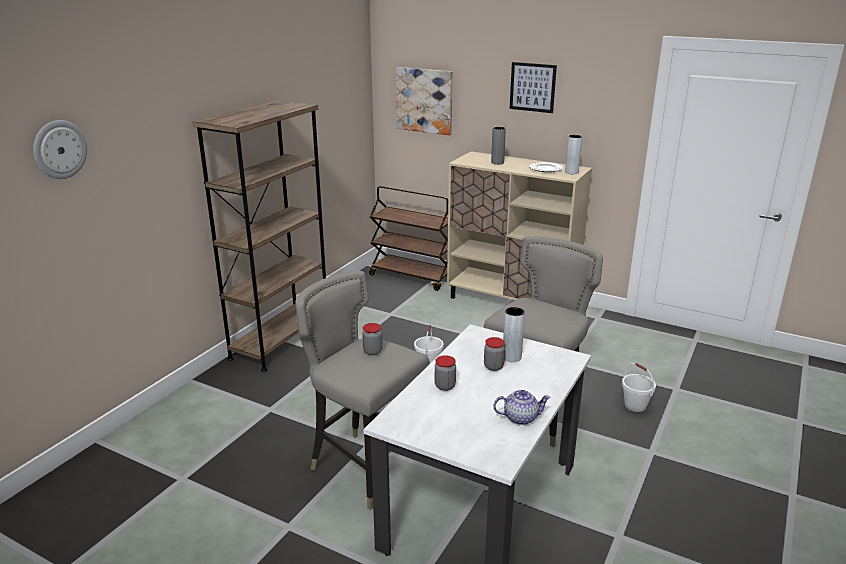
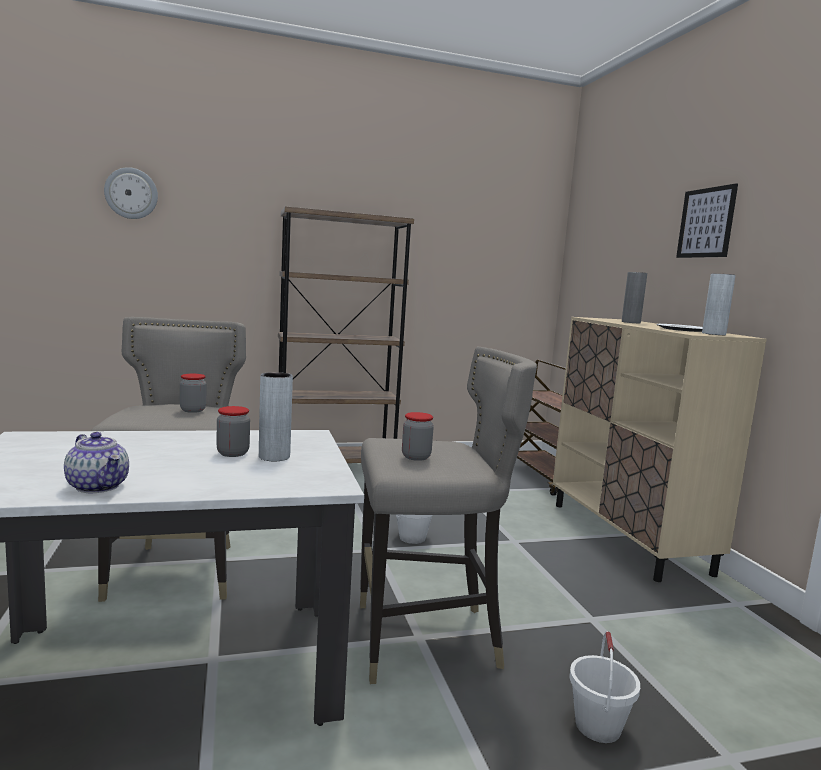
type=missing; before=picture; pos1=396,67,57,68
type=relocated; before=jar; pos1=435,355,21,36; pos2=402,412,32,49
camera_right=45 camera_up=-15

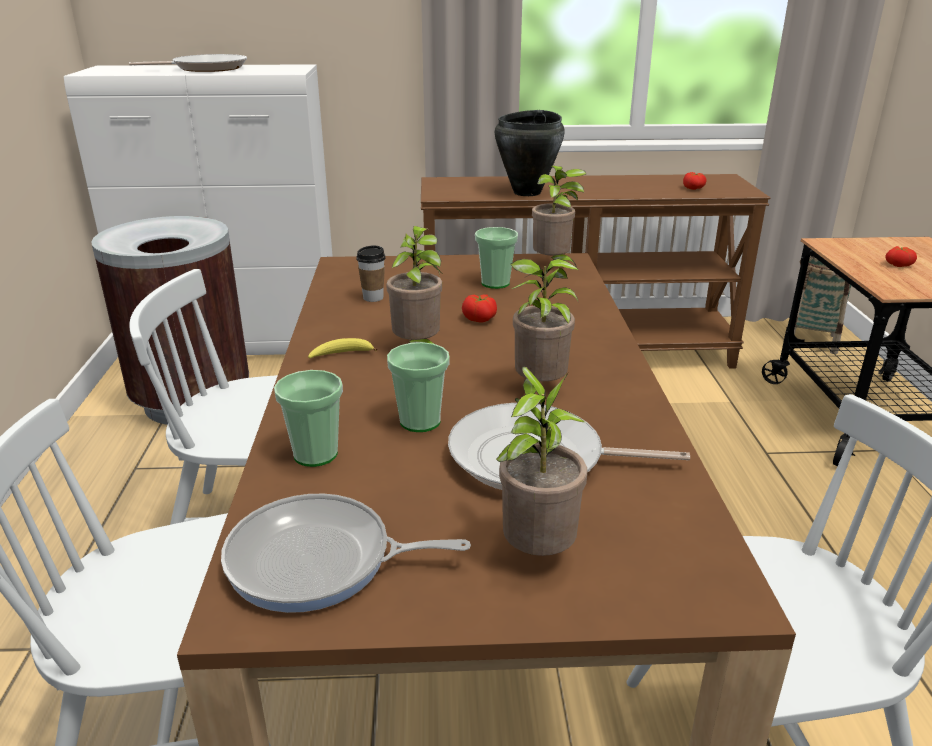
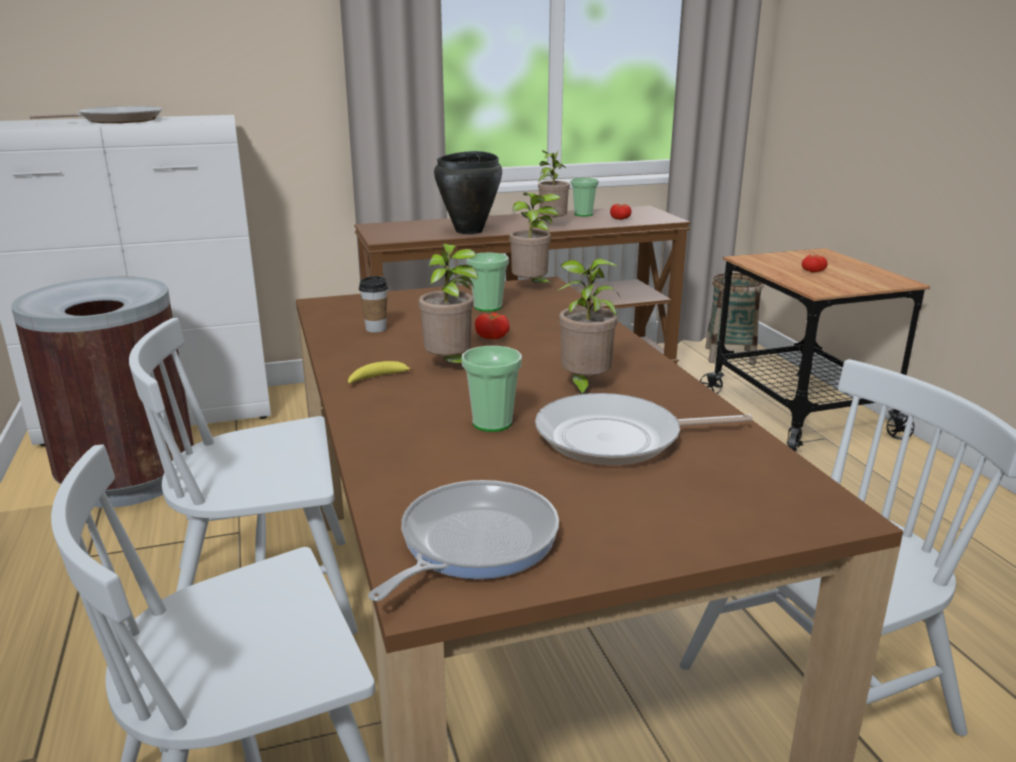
type=spun; before=frying pan; pos1=221,494,250,119; pos2=368,480,191,121; turn=135
type=relocated; before=cup; pos1=274,370,69,97; pos2=571,178,28,38
type=relocated; before=potted plant; pos1=496,367,91,189; pos2=538,150,32,71
camera_right=-15 camera_up=-5

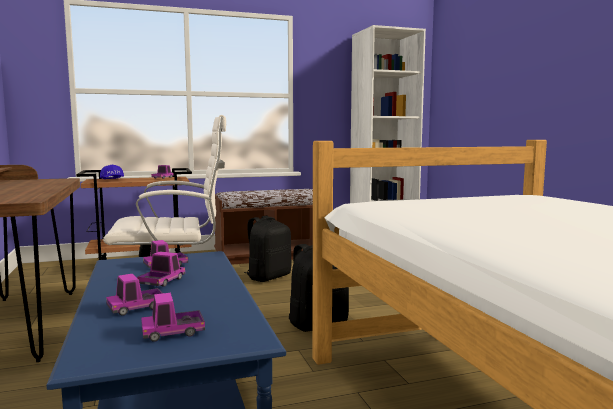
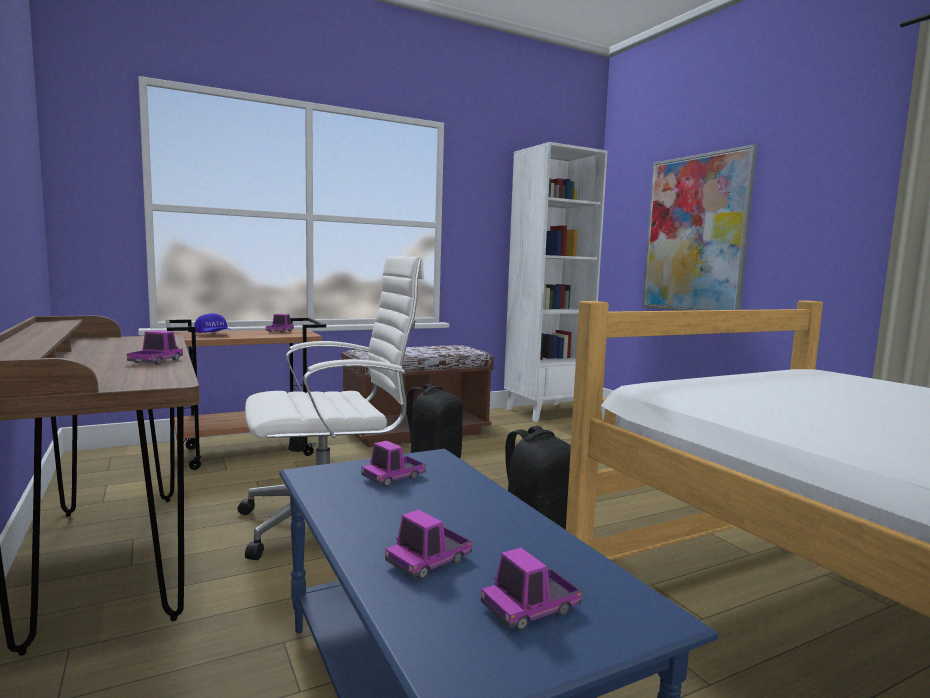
type=relocated; before=toy truck; pos1=137,251,48,36; pos2=127,330,56,34
type=appeared; after=picture; pos2=642,144,115,167
camera_right=-10 camera_up=0

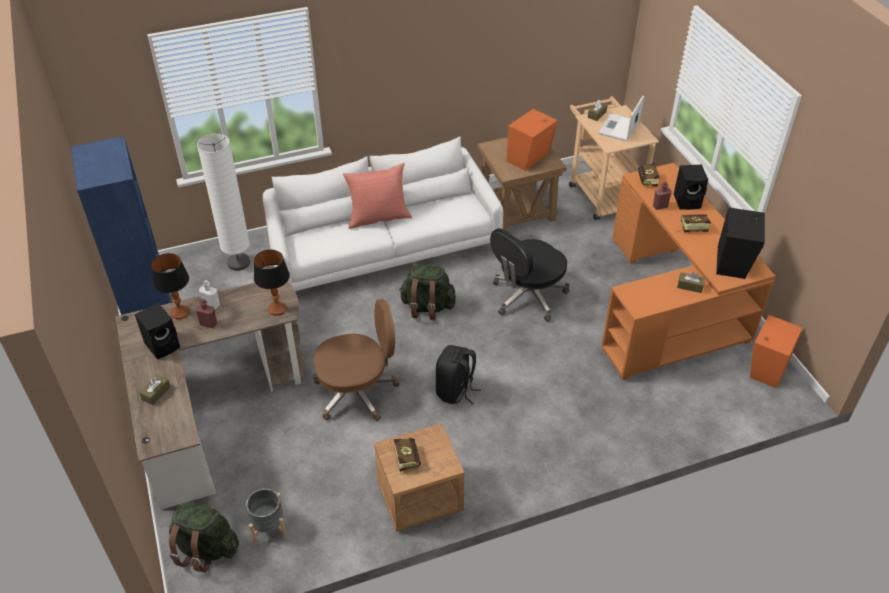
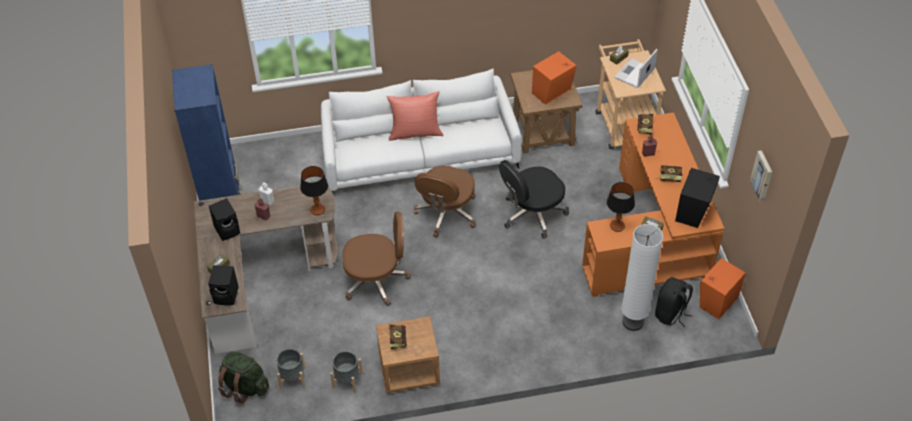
type=relocated; before=table lamp; pos1=151,253,39,66; pos2=607,182,28,50
type=relocated; before=floor lamp in white; pos1=197,134,53,137; pos2=621,224,42,107
type=exchanged; before=backpack in green; after=office chair in brown; pos1=399,264,57,56; pos2=414,166,62,72
type=relocated; before=backpack in black; pos1=436,345,45,59; pos2=655,277,38,50
type=relocated; before=speaker in black; pos1=674,164,34,46; pos2=208,265,31,40
type=appeared; after=planter in grey; pos2=330,351,33,42
type=appeared; after=picture; pos2=750,150,22,52
camera_right=10 camera_up=5

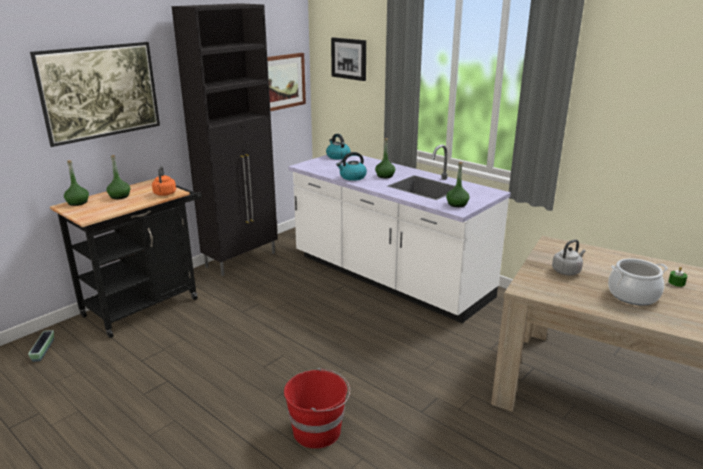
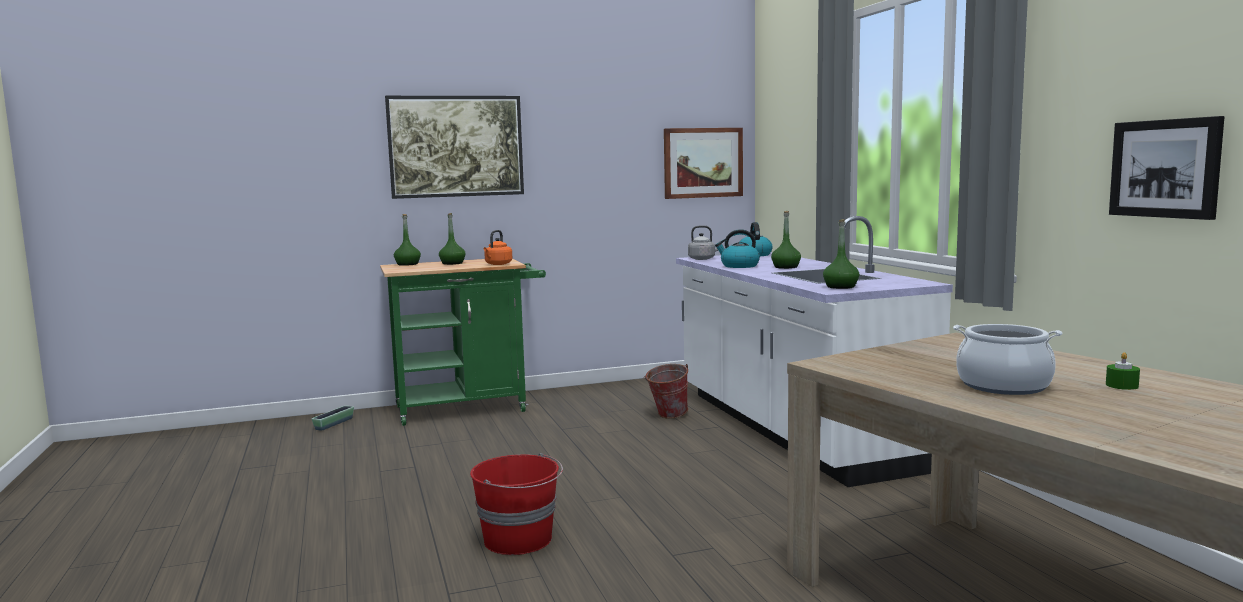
type=colour; before=cart in black; after=cart in green; pos1=50,179,152,159; pos2=380,259,166,167
type=missing; before=cabinet in black; pos1=172,3,106,273
type=relocated; before=picture; pos1=331,37,35,44; pos2=1109,116,116,104
type=relocated; before=kettle in grey; pos1=552,239,33,36; pos2=688,225,34,35
type=appeared; after=bucket; pos2=644,364,44,55
camera_right=30 camera_up=-15

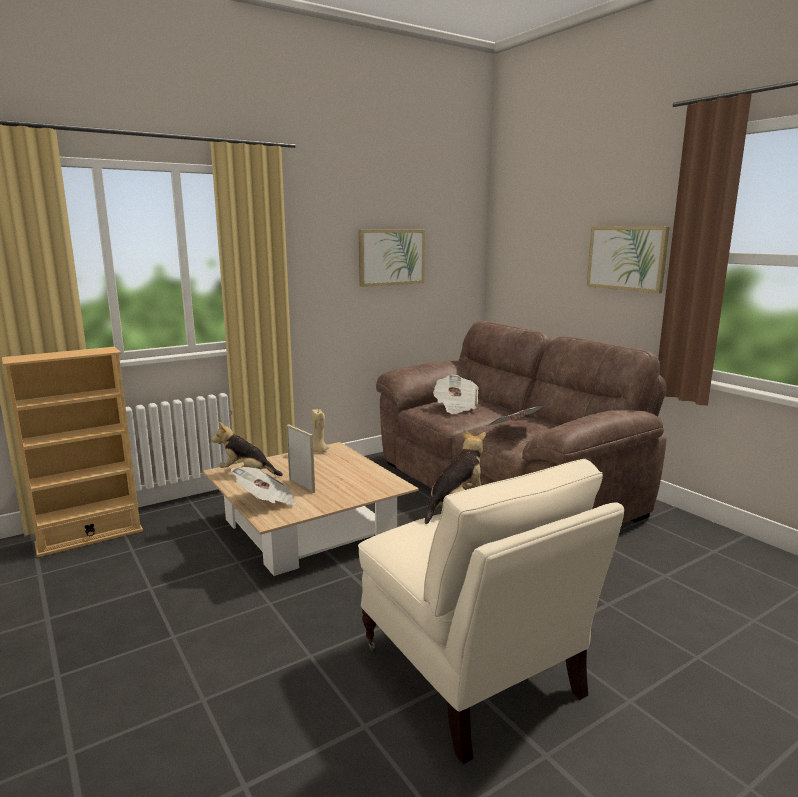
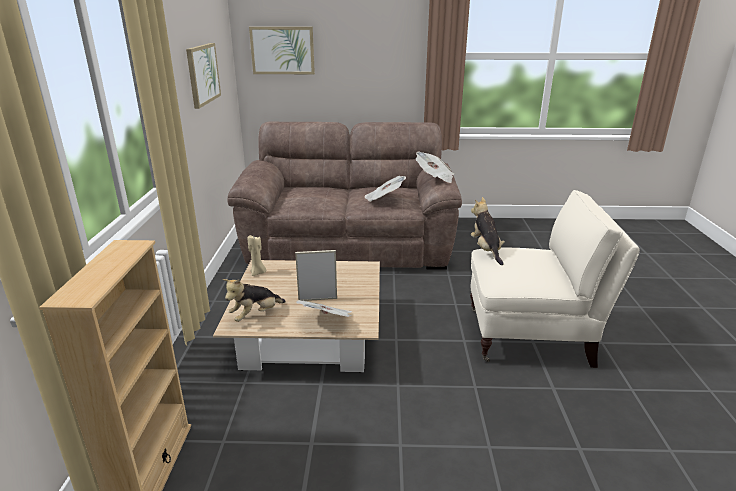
type=relocated; before=newspaper; pos1=433,375,46,39; pos2=416,152,38,31
type=relocated; before=picture; pos1=587,226,83,67; pos2=249,27,66,47
camera_right=-55 camera_up=10

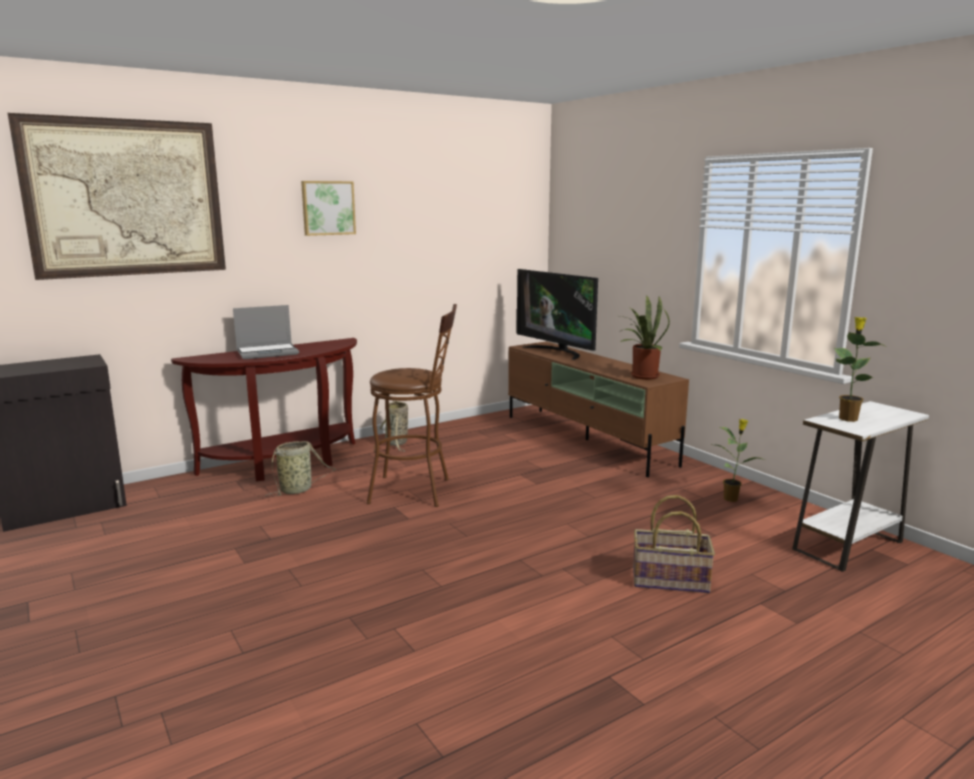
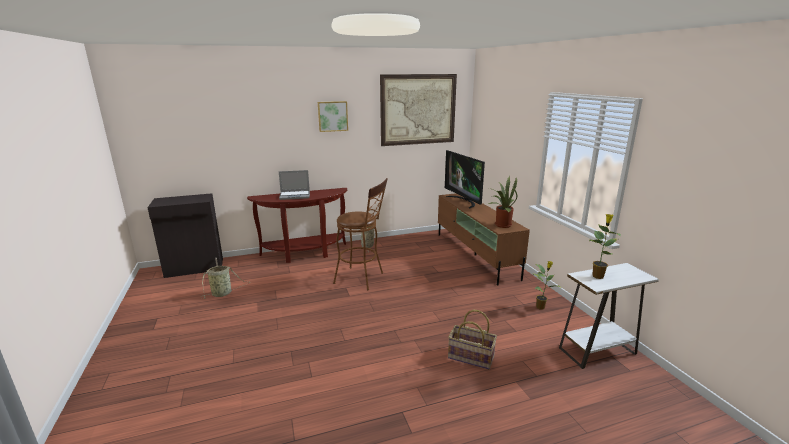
type=relocated; before=picture; pos1=8,113,218,167; pos2=380,74,77,72
type=relocated; before=basket; pos1=265,441,71,56; pos2=200,266,50,33
camera_right=15 camera_up=5

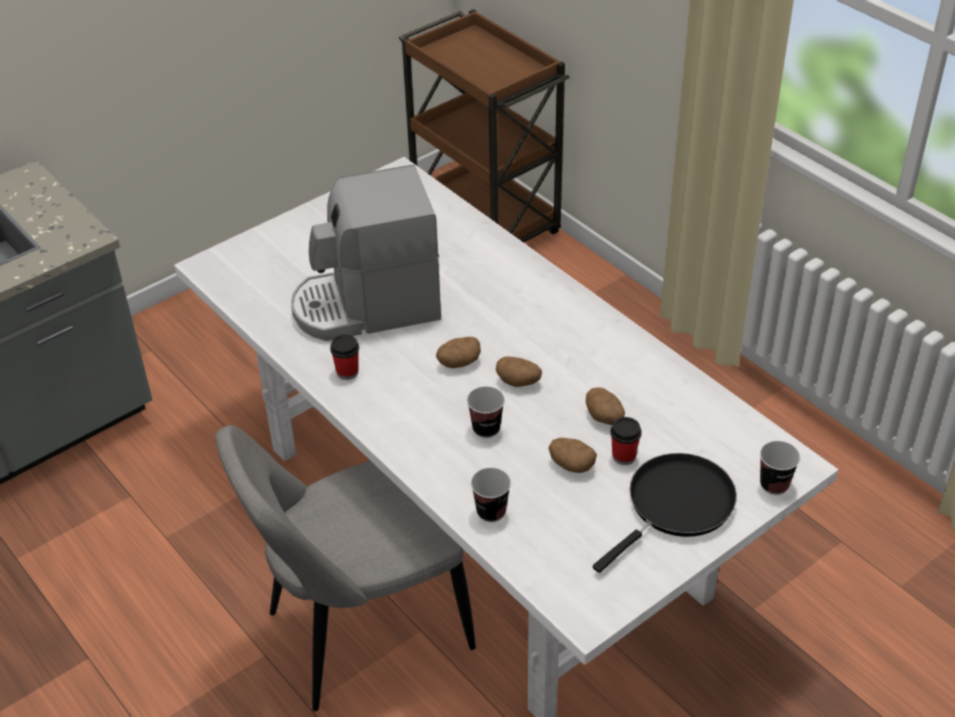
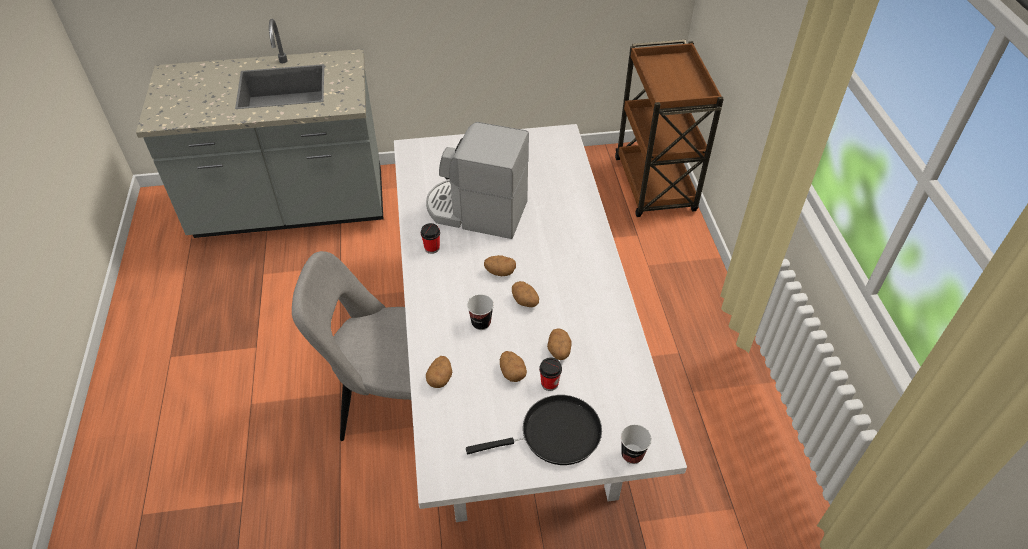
type=exchanged; before=cup; after=potato; pos1=471,468,40,54; pos2=426,356,26,32
camera_right=30 camera_up=5

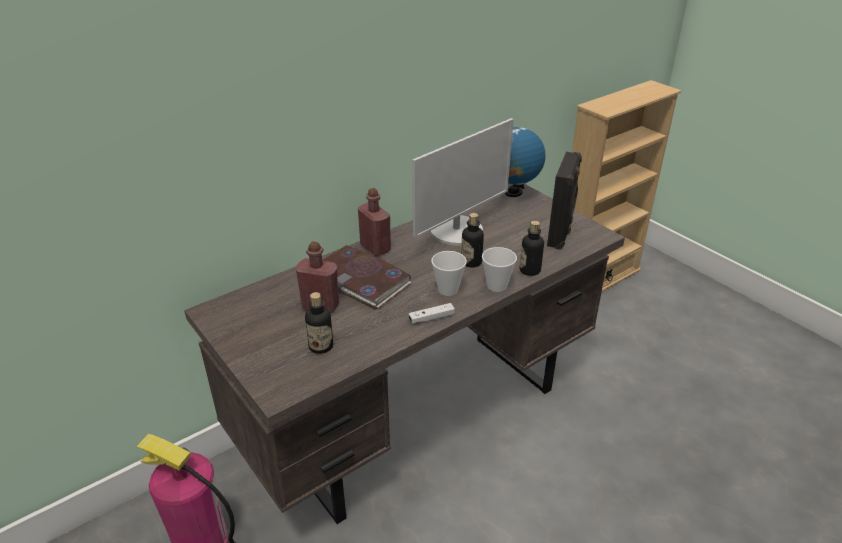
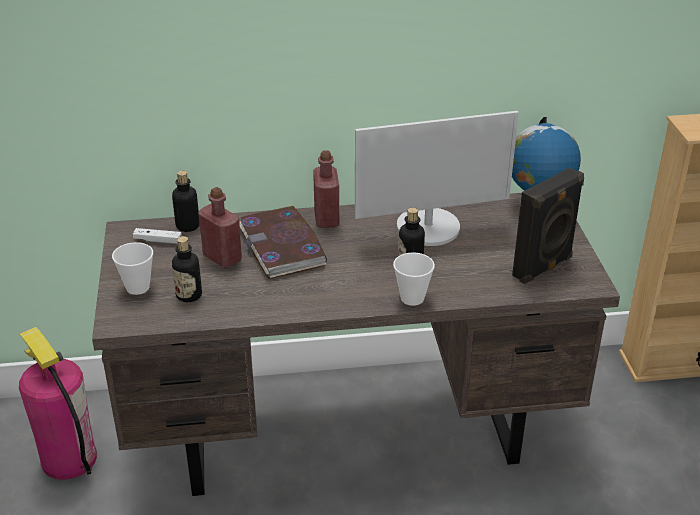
type=relocated; before=game controller in white; pos1=409,303,46,20; pos2=133,228,49,16
type=relocated; before=cup; pos1=431,251,36,45; pos2=112,242,41,53
type=relocated; before=bottle; pos1=519,221,25,55; pos2=172,171,28,61
camera_right=30 camera_up=0

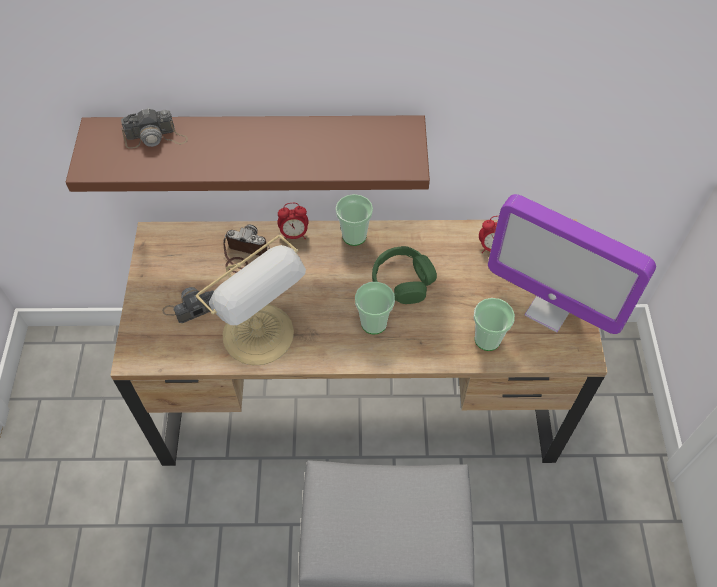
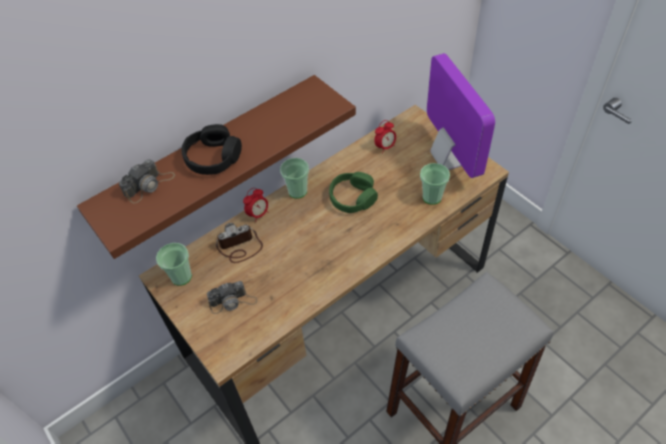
type=spun; before=photo camera; pos1=162,287,52,36; pos2=207,281,51,33; turn=-135
type=missing; before=table lamp; pos1=196,235,110,130
type=relocated; before=cup; pos1=355,282,40,52; pos2=156,243,36,43
type=spun; before=monitor; pos1=488,194,168,140; pos2=427,53,68,125; turn=-105
type=appeared; after=headphones in black; pos2=181,124,61,51
camera_right=-35 camera_up=-5

